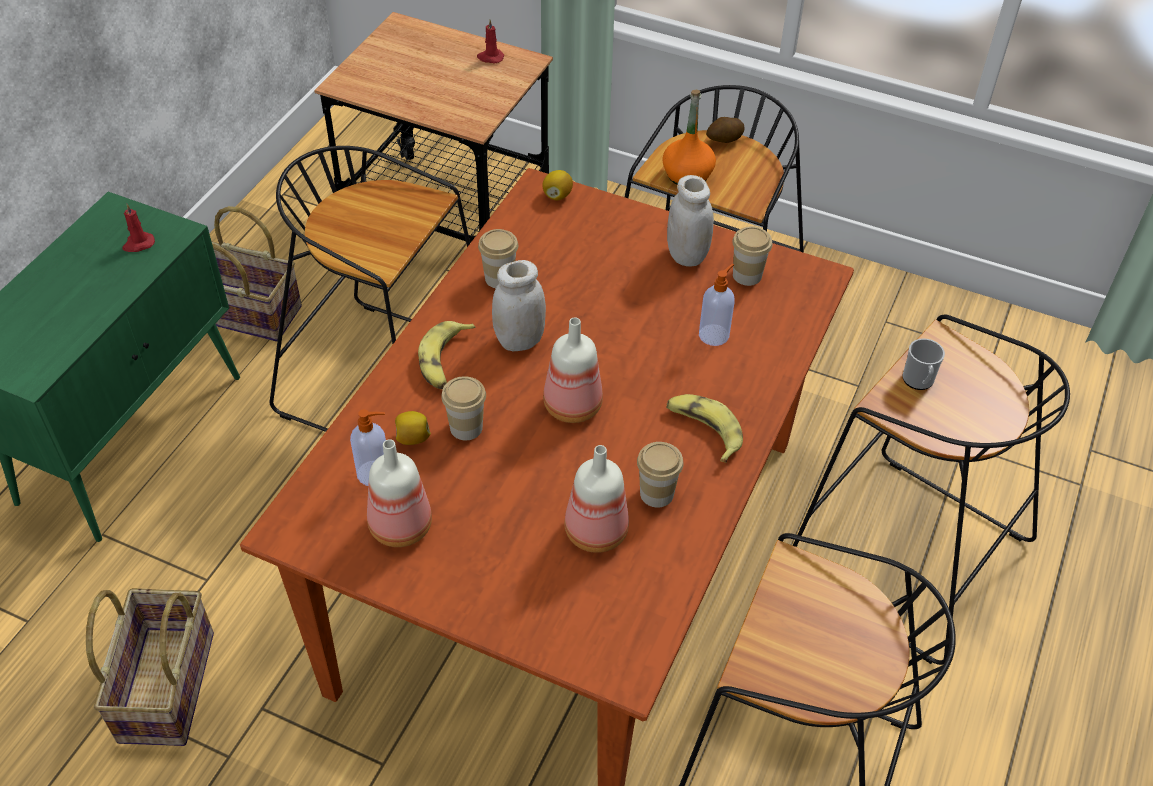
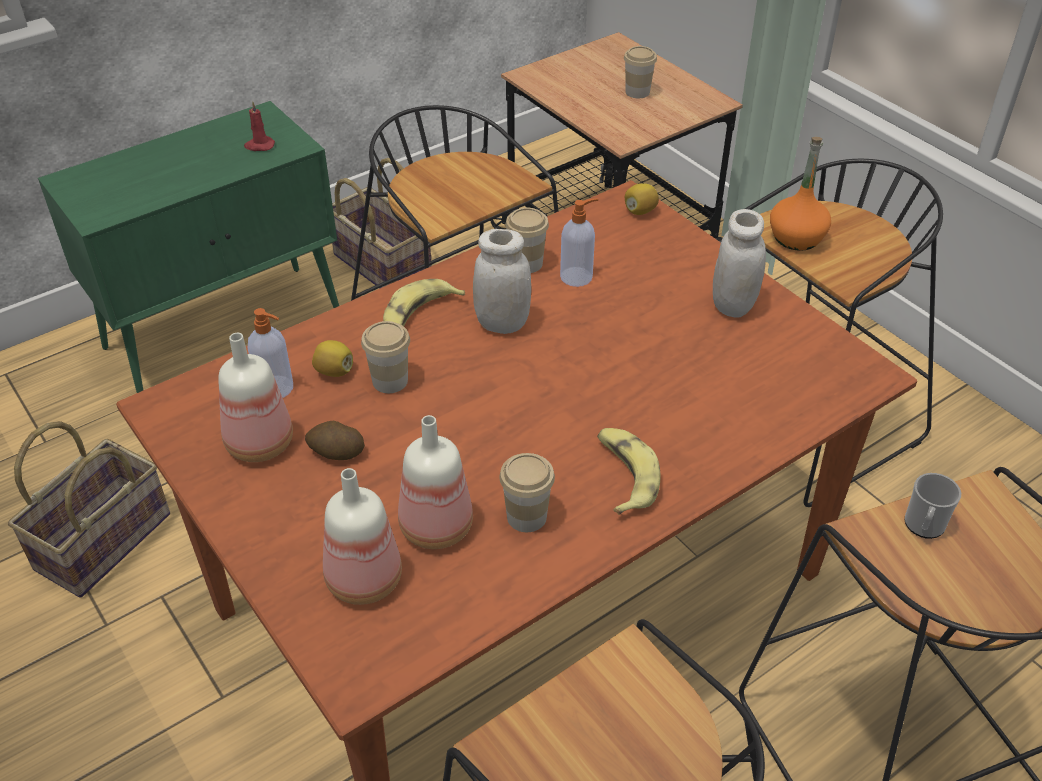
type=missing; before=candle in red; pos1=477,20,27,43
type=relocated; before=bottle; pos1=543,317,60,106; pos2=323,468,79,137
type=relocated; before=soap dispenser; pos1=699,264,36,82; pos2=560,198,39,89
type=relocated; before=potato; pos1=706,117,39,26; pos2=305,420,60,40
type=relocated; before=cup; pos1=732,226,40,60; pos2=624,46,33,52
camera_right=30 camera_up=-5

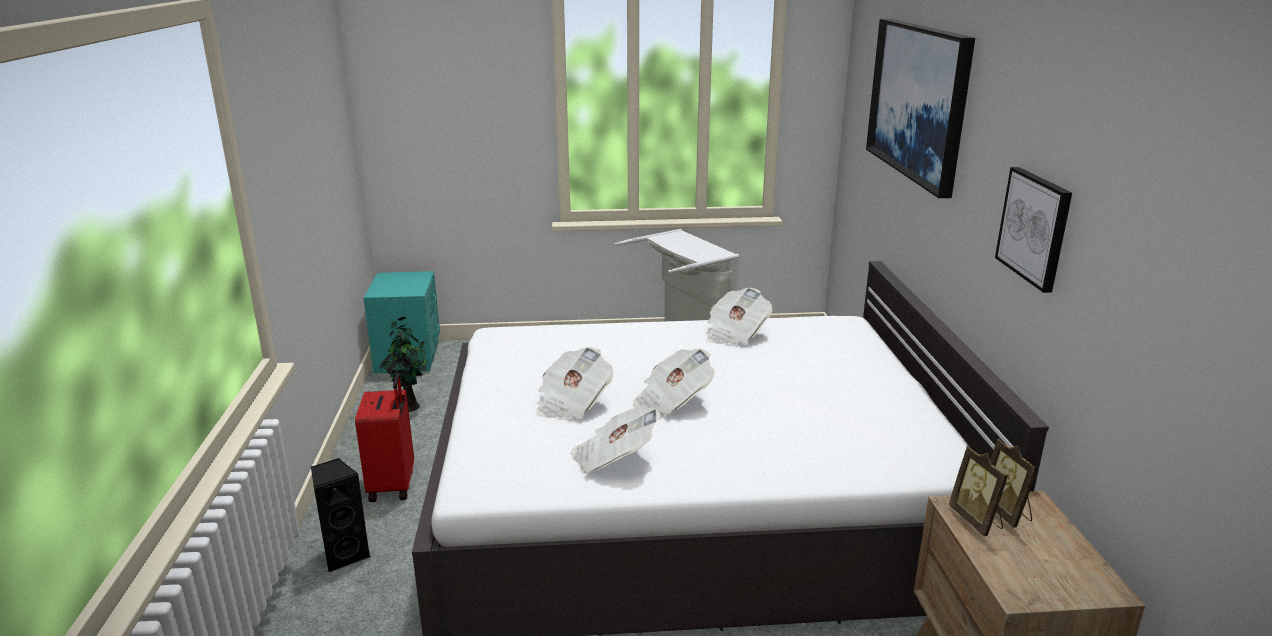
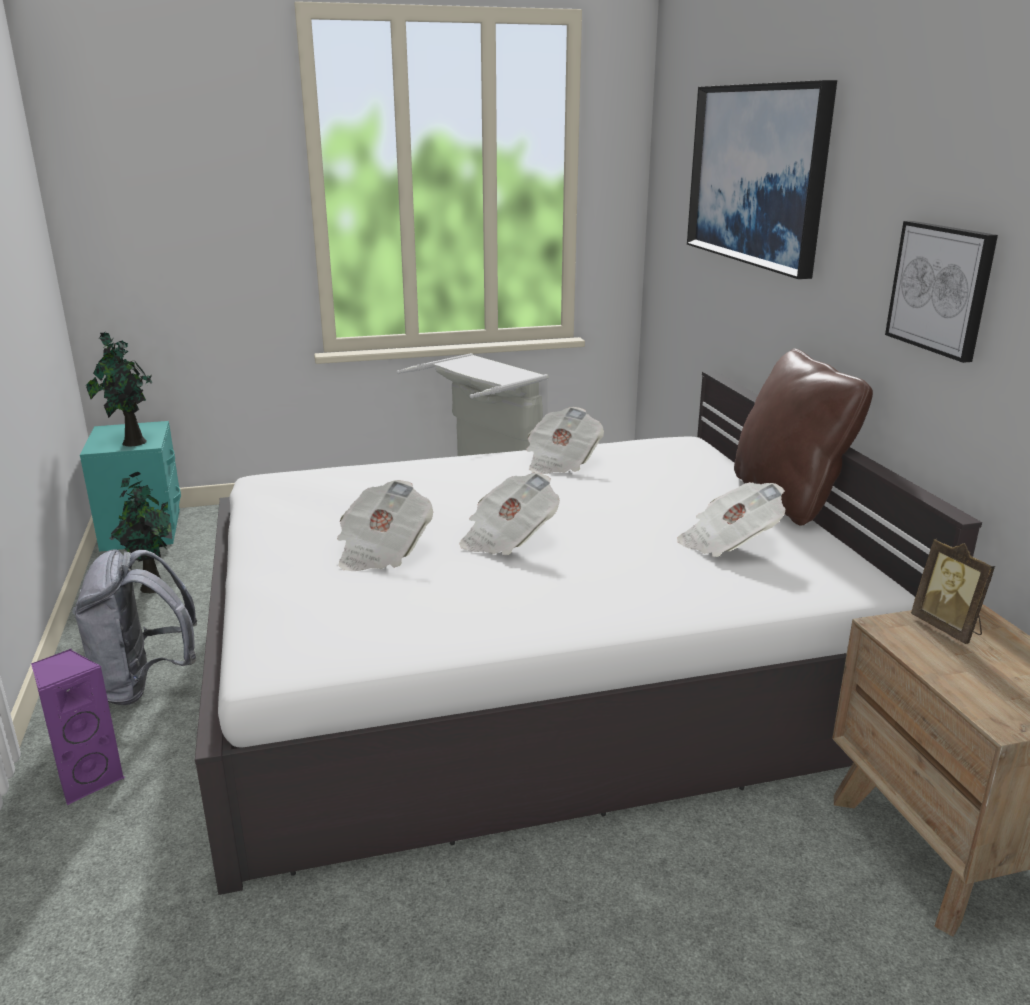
type=colour; before=speaker in black; after=speaker in purple; pos1=311,458,60,114; pos2=31,649,94,156
type=exchanged; before=suitcase in red; after=backpack in grey; pos1=355,373,59,129; pos2=72,549,125,156
type=relocated; before=newspaper; pos1=570,404,91,70; pos2=677,482,109,75
type=missing; before=picture frame; pos1=948,446,60,90
type=appeared; after=potted plant; pos2=86,331,66,115
type=appeared; after=pillow in brown; pos2=734,349,139,177
camera_right=-10 camera_up=0

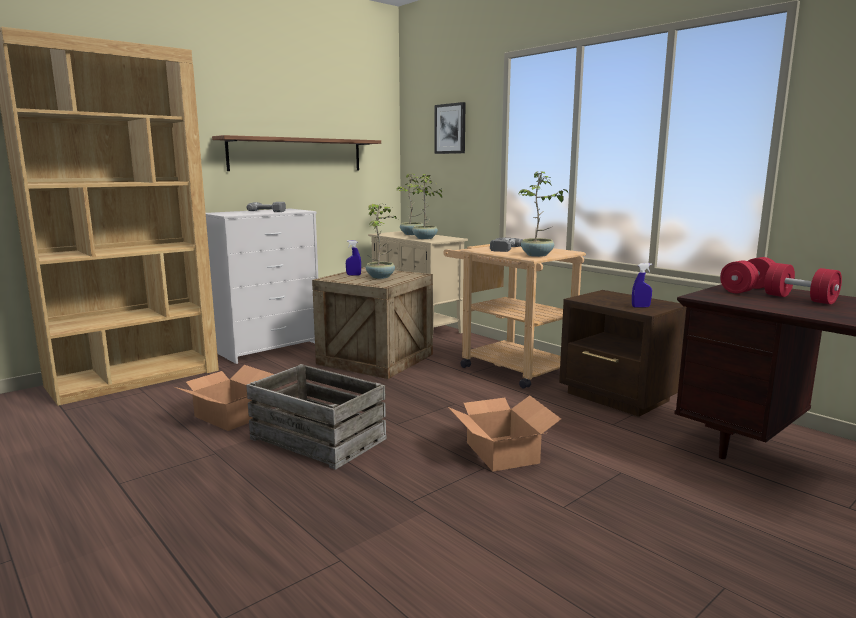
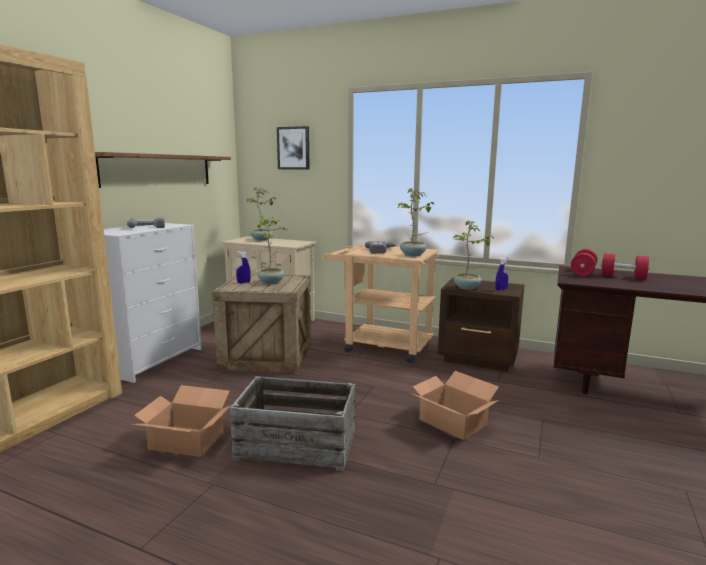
type=relocated; before=potted plant; pos1=410,174,35,65; pos2=452,220,42,70
camera_right=-25 camera_up=0

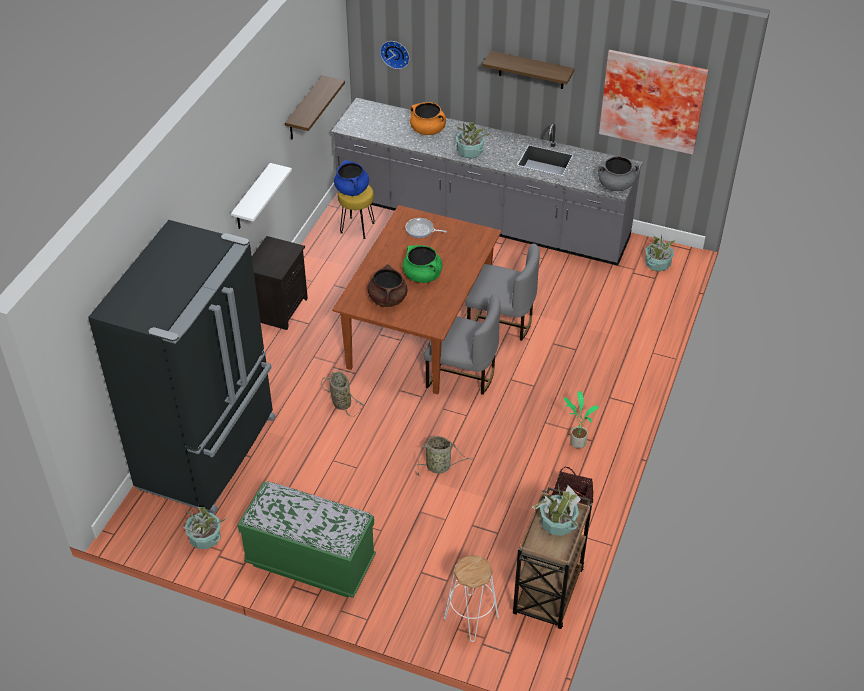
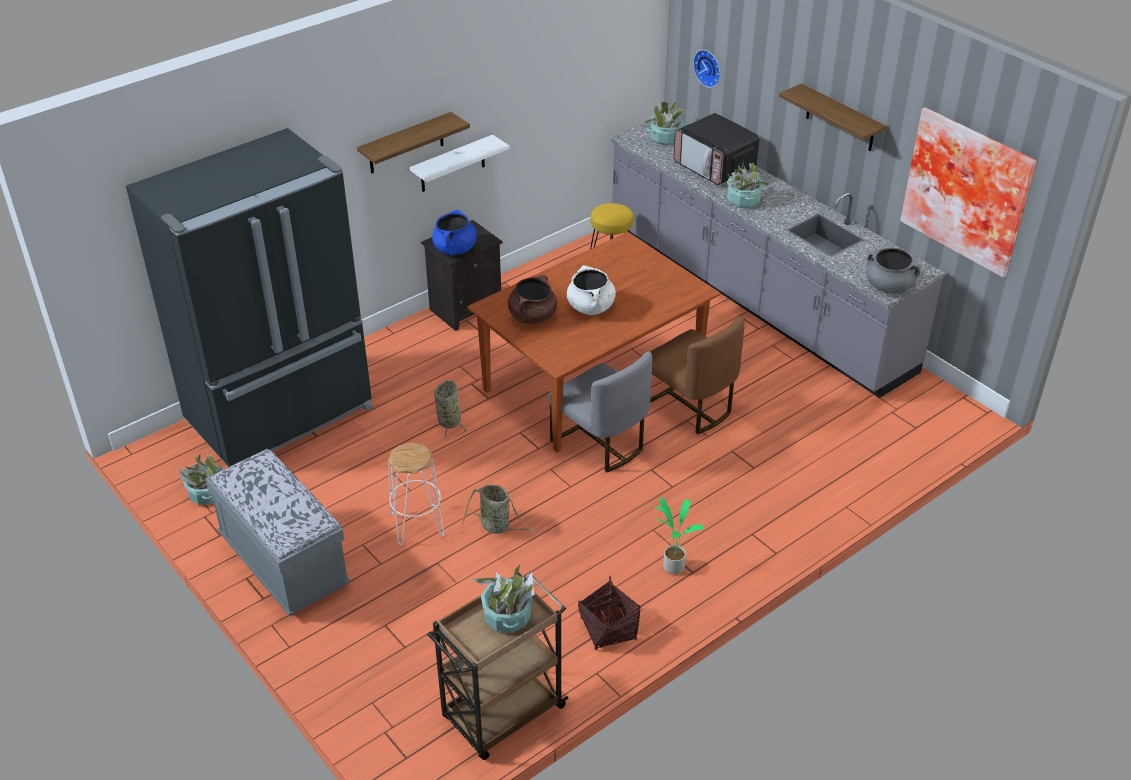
type=colour; before=bench in green; after=bench in grey; pos1=238,481,138,117; pos2=205,449,146,167
type=relocated; before=shelf; pos1=285,75,60,64; pos2=357,112,113,61
type=relocated; before=cooking pot in blue; pos1=334,160,35,36; pos2=432,210,45,45
type=colour; before=cooking pot in green; after=cooking pot in white; pos1=403,245,39,38; pos2=567,265,49,50
type=missing; before=frying pan; pos1=405,218,42,20
type=exchanged; before=cooking pot in orange; after=microwave; pos1=410,102,36,33; pos2=674,113,86,72
type=relocated; before=stool in white; pos1=444,555,55,87; pos2=388,443,57,102
type=colour; before=chair in grey; after=chair in brown; pos1=466,244,74,97; pos2=650,316,95,118
type=relocated; before=potted plant; pos1=645,235,33,37; pos2=644,101,42,44
camera_right=30 camera_up=-5

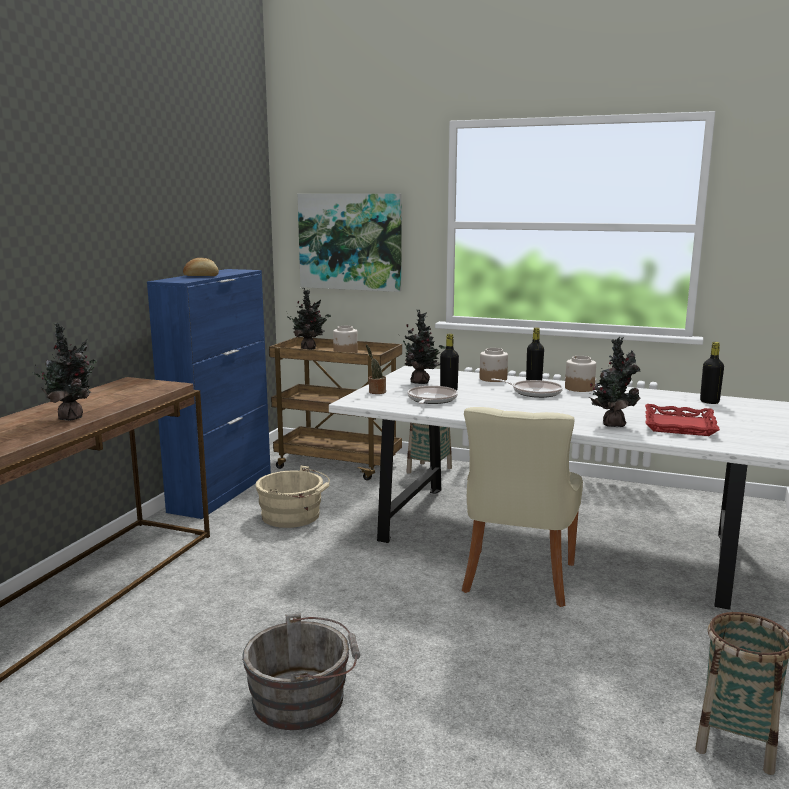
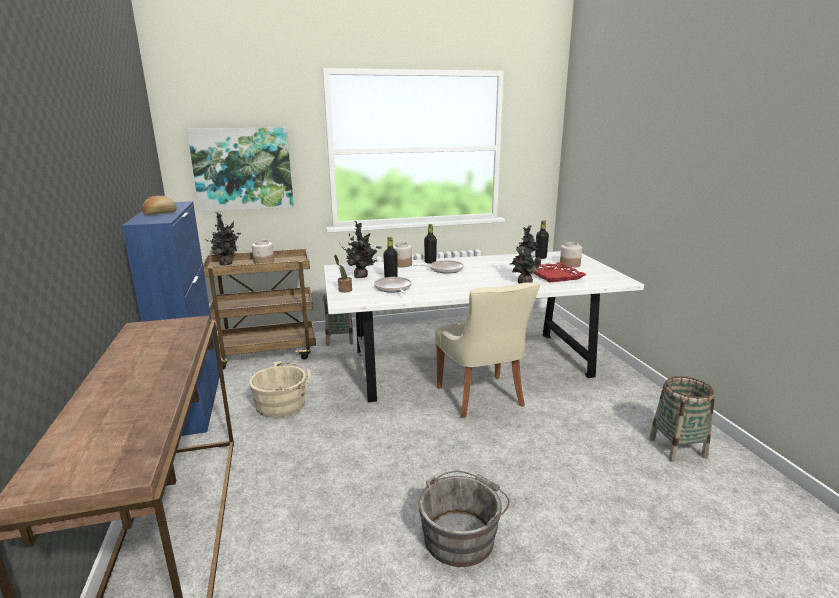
type=missing; before=potted plant; pos1=33,323,64,98
type=relocated; before=jar; pos1=565,356,31,36; pos2=560,242,22,26
camera_right=-35 camera_up=5

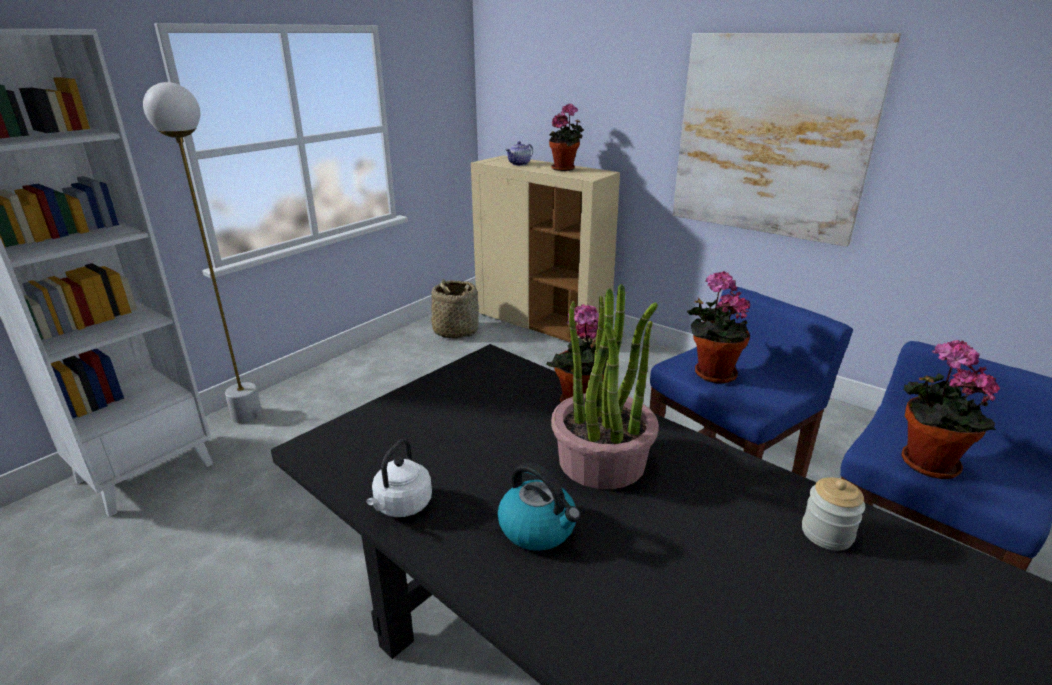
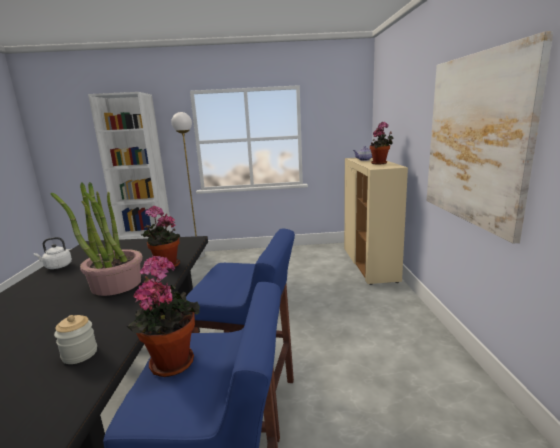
type=missing; before=basket; pos1=431,279,48,60
type=missing; before=kettle; pos1=498,462,83,89
type=missing; before=potted plant; pos1=687,271,63,113
camera_right=50 camera_up=-10

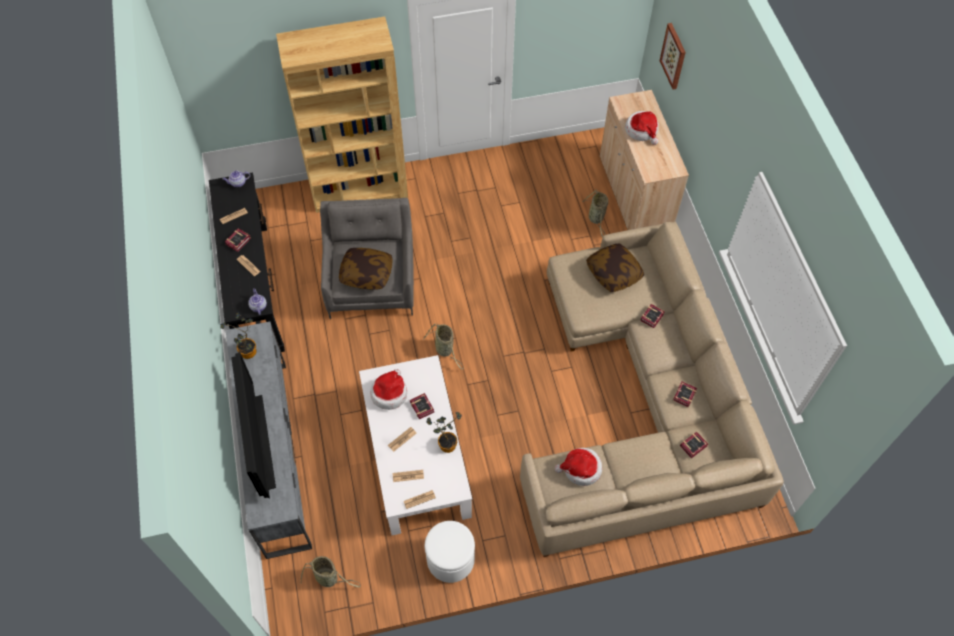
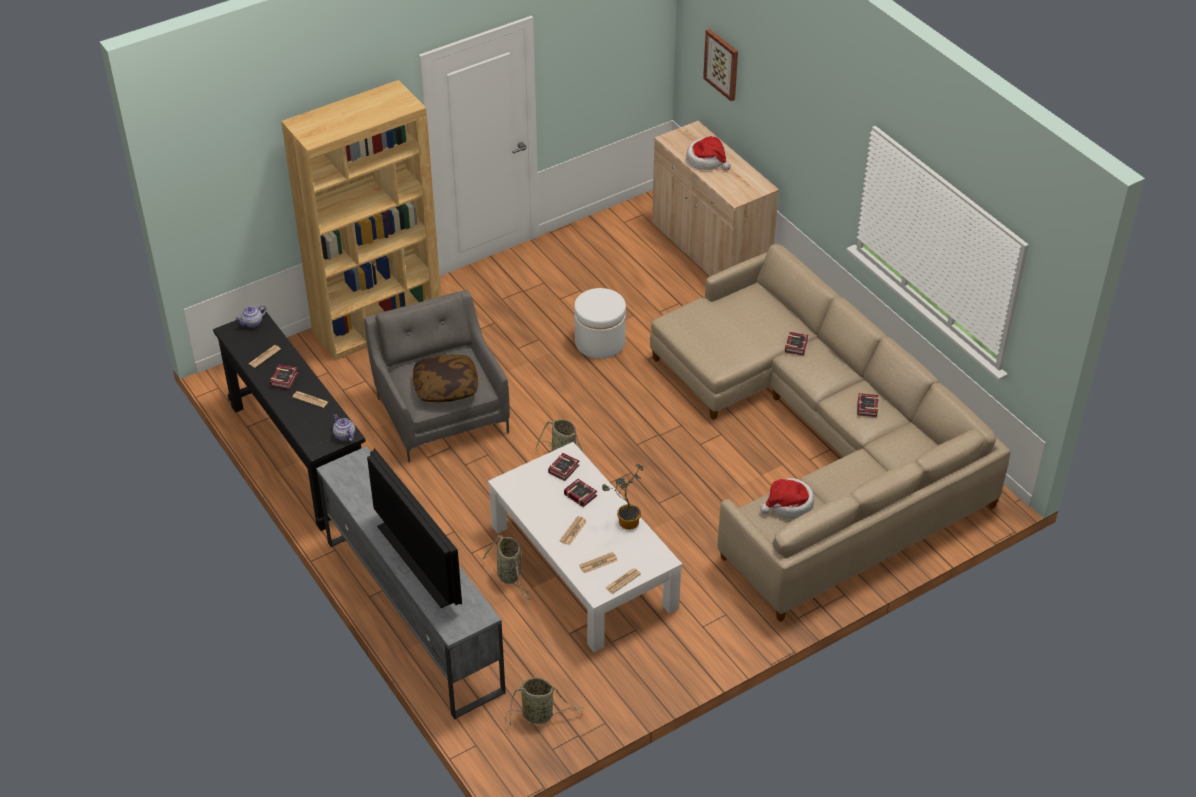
type=missing; before=potted plant; pos1=220,312,36,47
type=missing; before=hat; pos1=370,369,37,41
type=relocated; before=ottoman in white; pos1=425,521,50,62; pos2=574,288,52,71
type=relocated; before=basket; pos1=582,190,26,48; pos2=482,535,49,65
type=missing; before=pillow; pos1=586,243,58,49
type=relocated; before=book; pos1=680,432,28,26; pos2=548,453,31,28
camera_right=-20 camera_up=-15

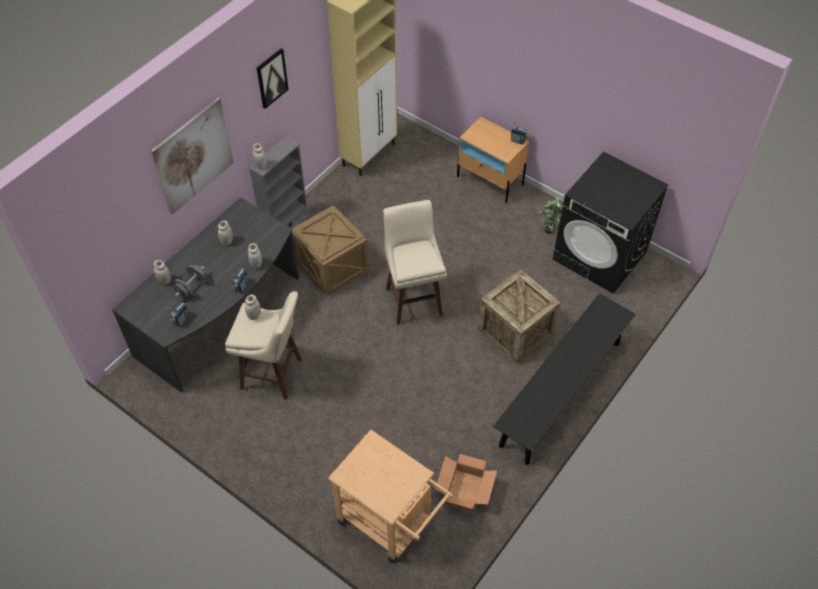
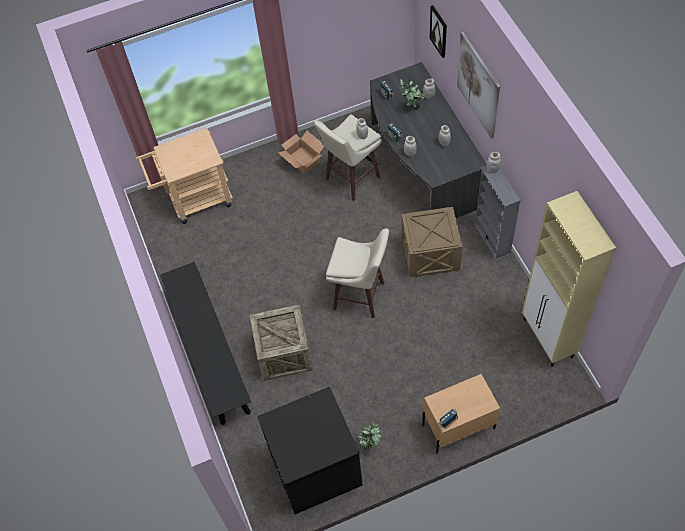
type=exchanged; before=dumbbell in grey; after=potted plant; pos1=173,265,33,33; pos2=400,80,25,30
type=relocated; before=picture; pos1=257,49,32,60; pos2=430,5,17,53
type=relocated; before=cardboard box; pos1=435,454,62,57; pos2=278,131,46,43
camera_right=125 camera_up=5

